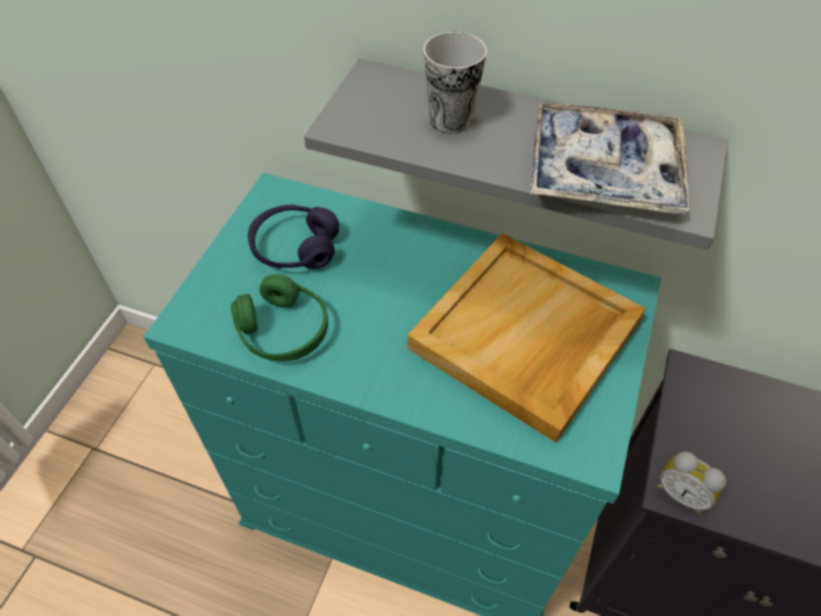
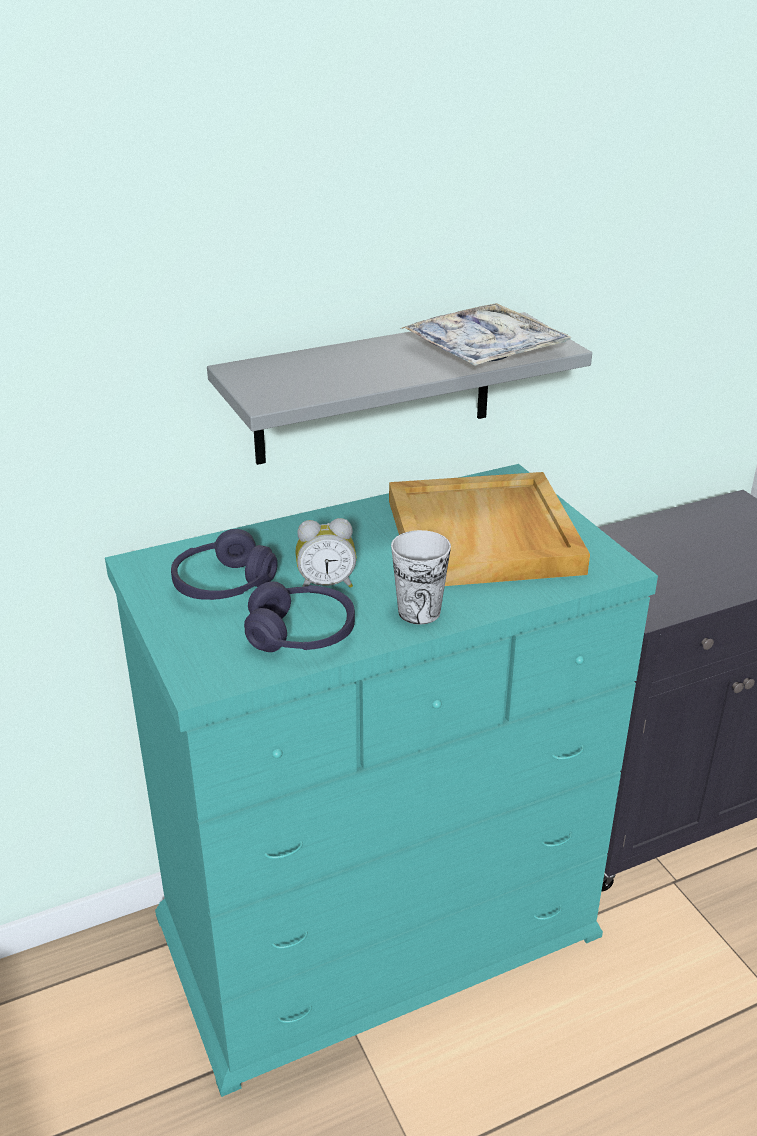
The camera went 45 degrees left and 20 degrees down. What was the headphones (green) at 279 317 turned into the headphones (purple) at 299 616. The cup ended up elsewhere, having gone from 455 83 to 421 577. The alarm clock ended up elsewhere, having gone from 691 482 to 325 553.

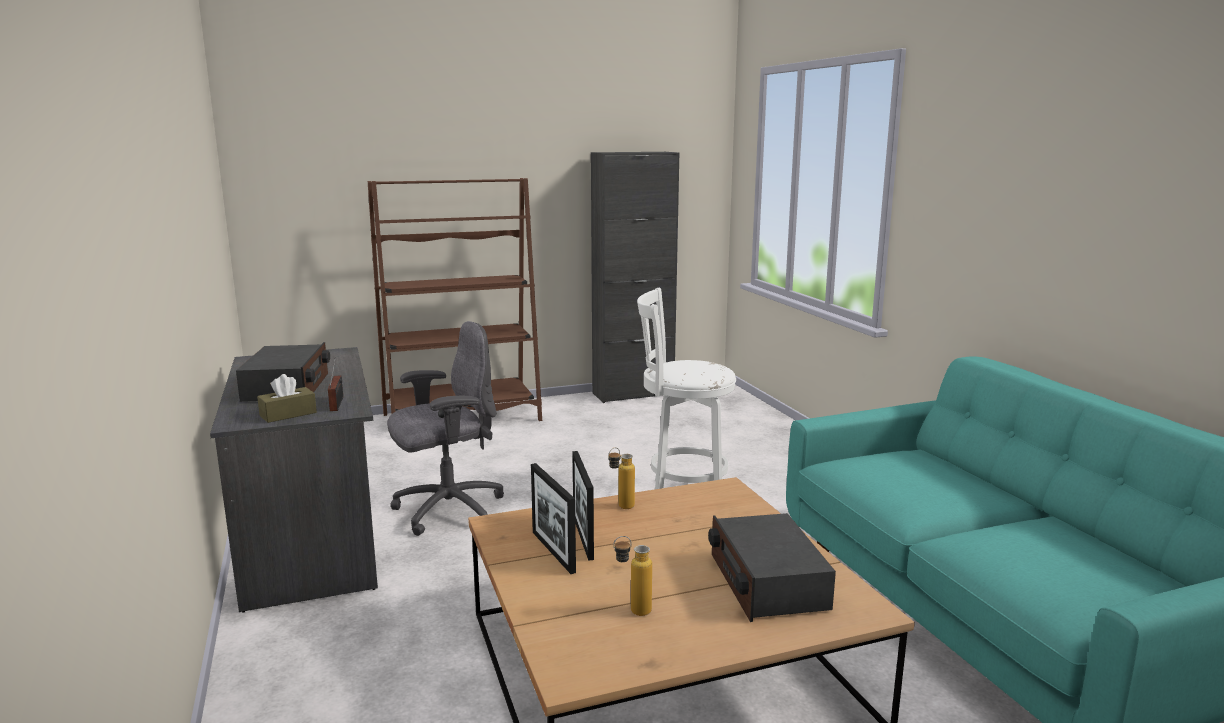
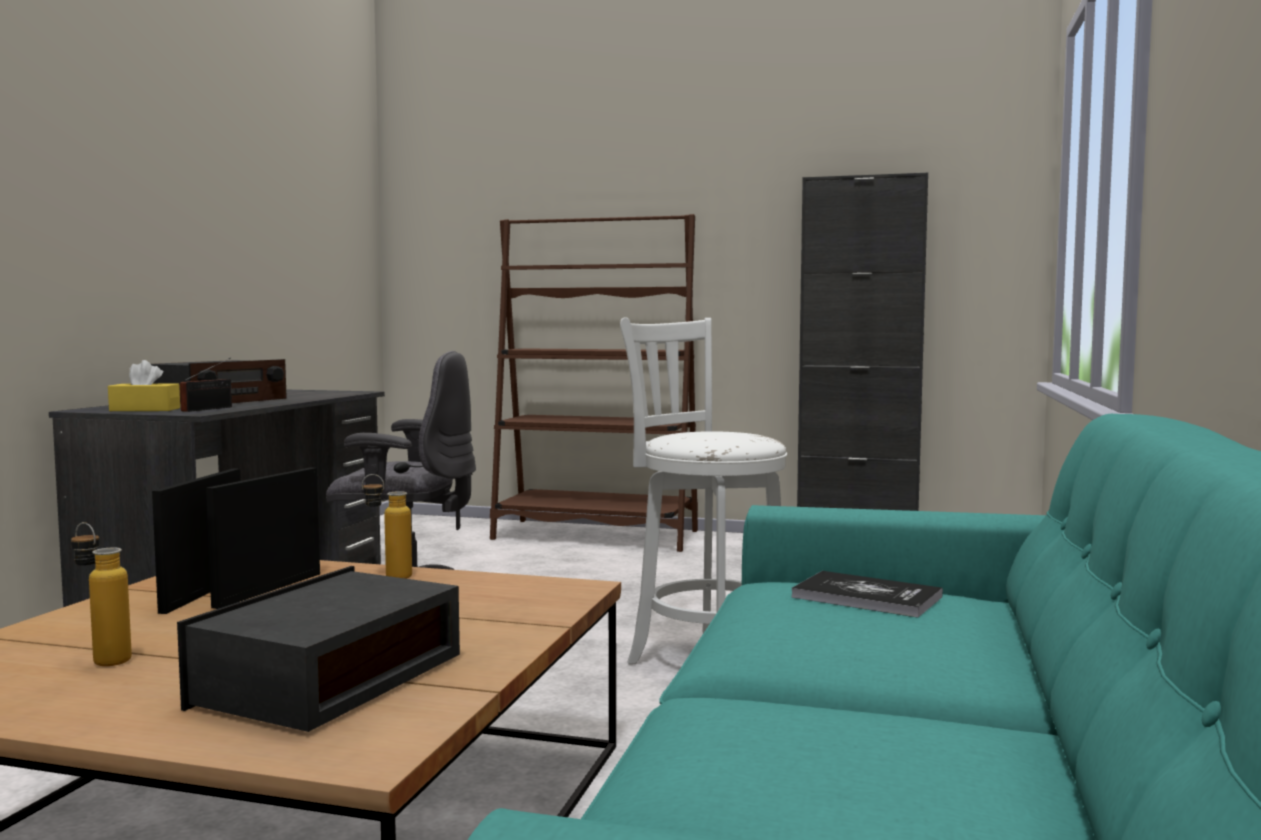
The camera went 35 degrees right and 10 degrees down. What was the tissue box (brown) at 287 398 turned into the tissue box (yellow) at 144 385. The second view gained the book at 867 594.

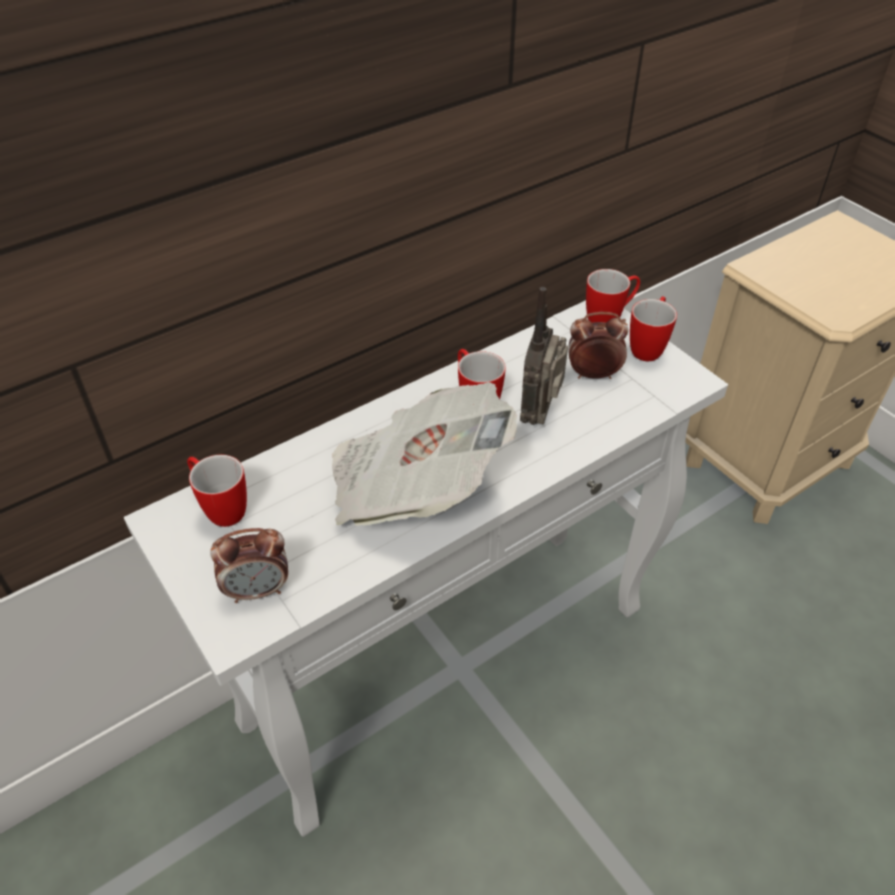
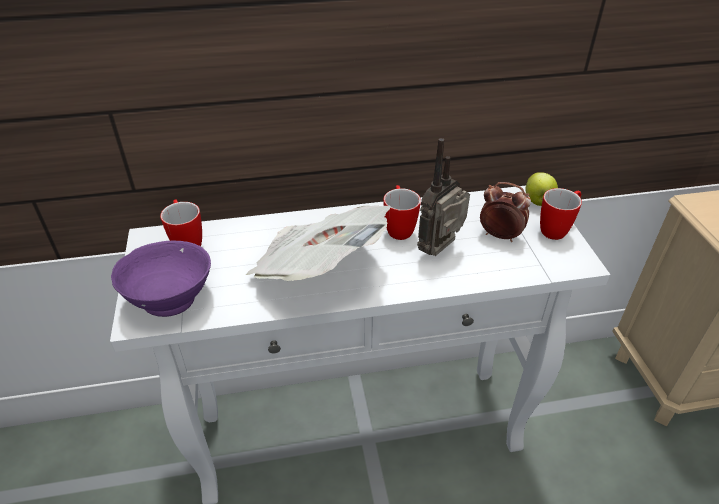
The camera went 25 degrees right and 5 degrees down. Where the alarm clock stood at 249 565, the bowl (purple) came to stand at 161 279. Where the mug stood at 613 296, the apple came to stand at 541 189.

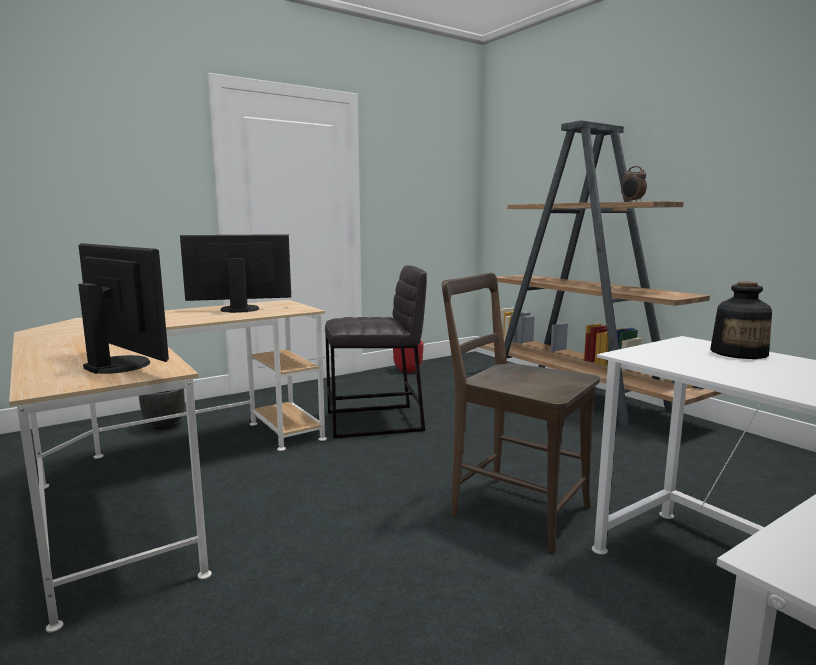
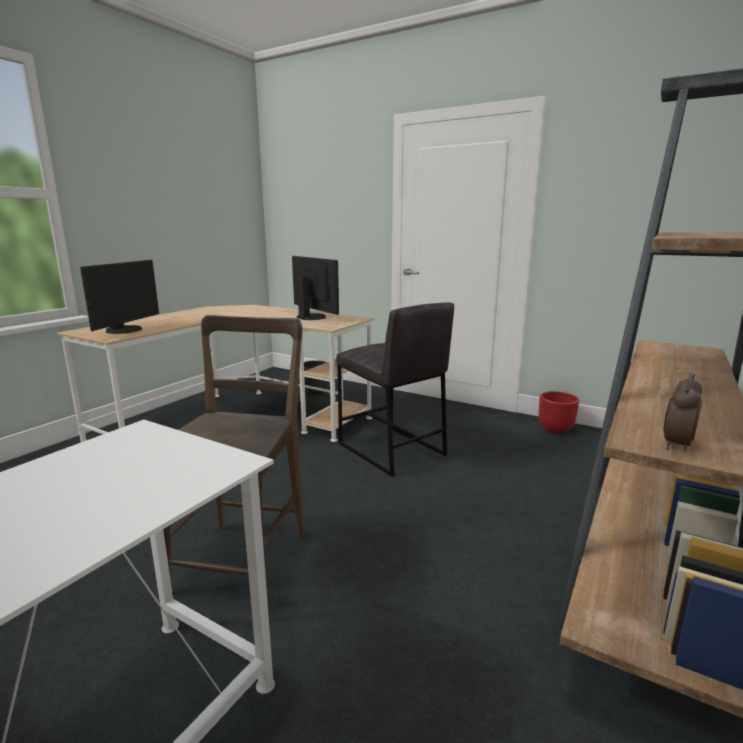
The camera went 65 degrees right and 5 degrees up. The alarm clock ended up elsewhere, having gone from 634 183 to 682 411. The second view lost the bottle at 741 320.

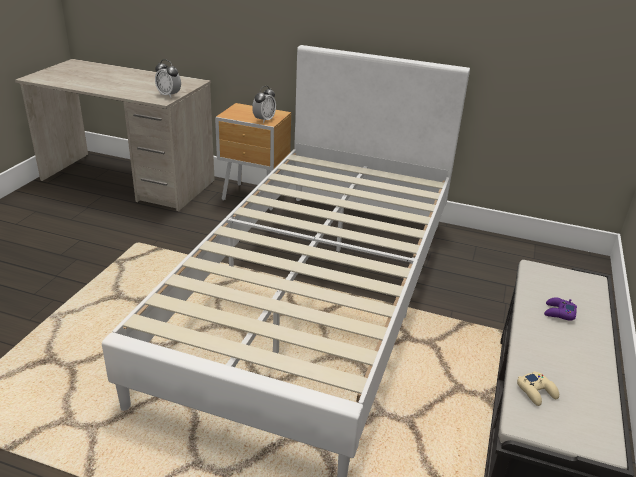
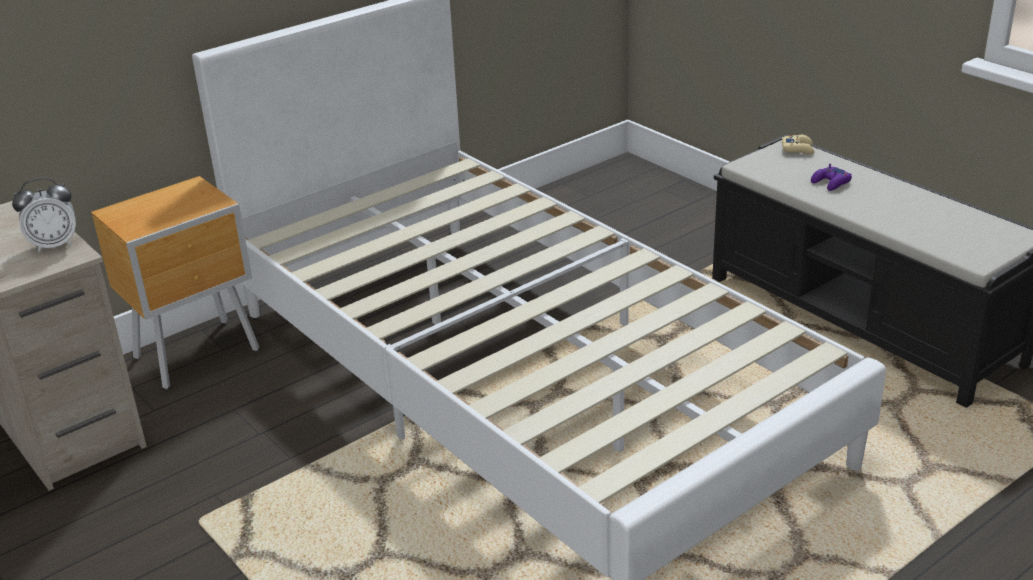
The camera went 55 degrees left and 0 degrees up. The second view lost the alarm clock at 264 104. The game controller (beige) ended up elsewhere, having gone from 538 388 to 798 144.

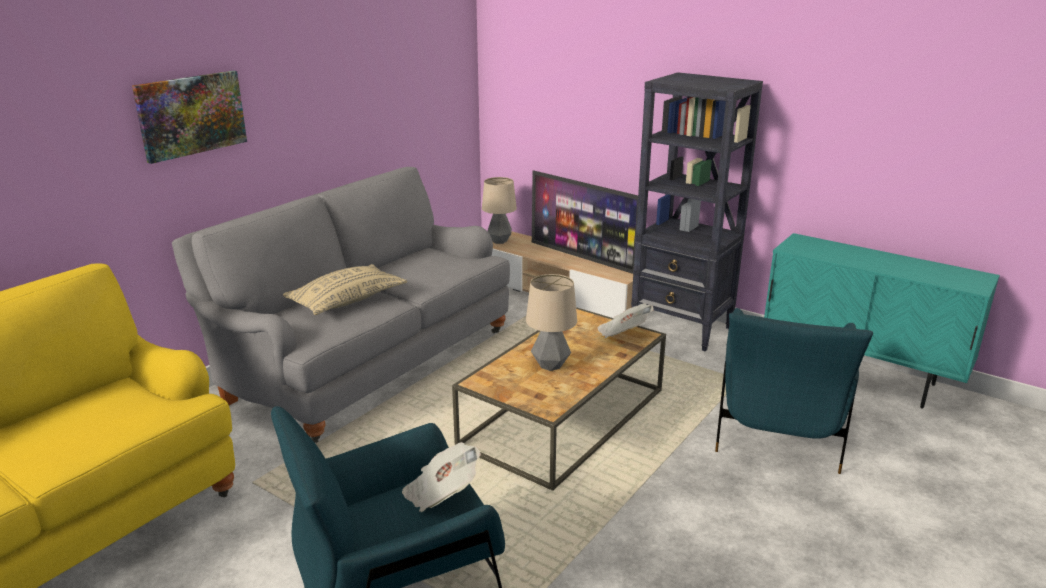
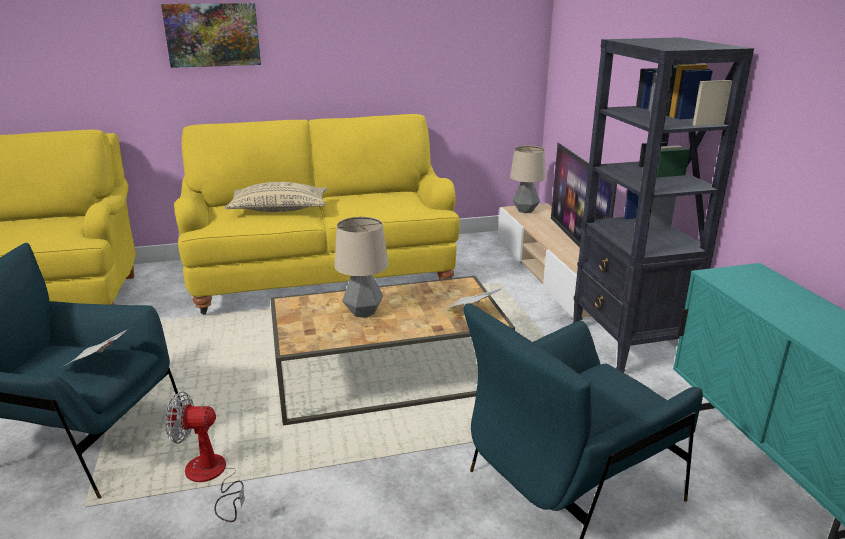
The camera went 40 degrees right and 0 degrees up. What was the sofa (grey) at 341 305 turned into the sofa (yellow) at 317 214. The second view gained the fan at 205 456.

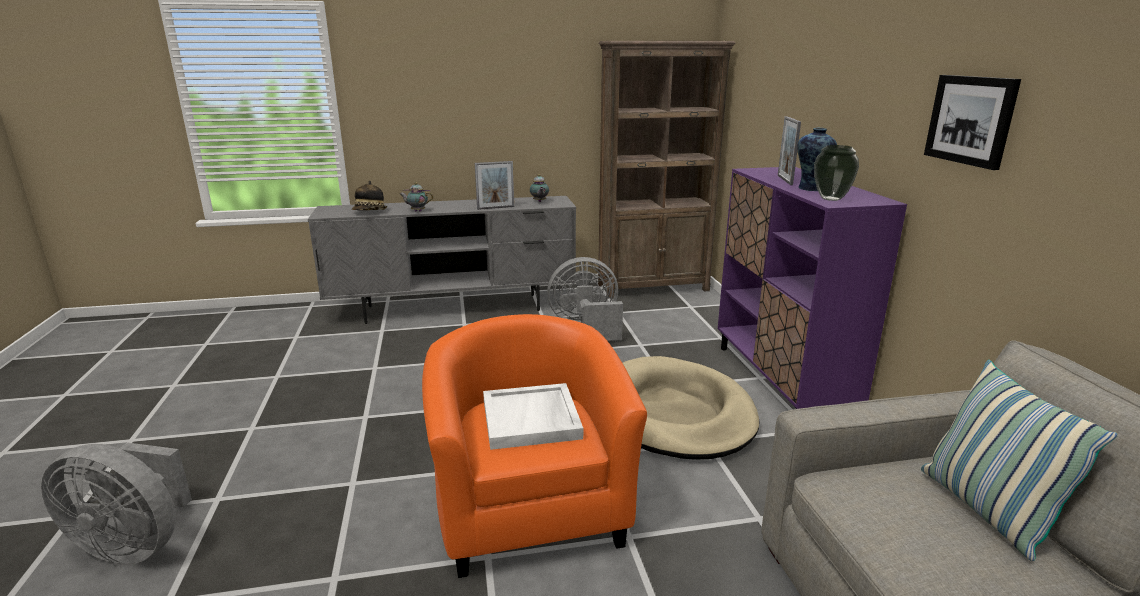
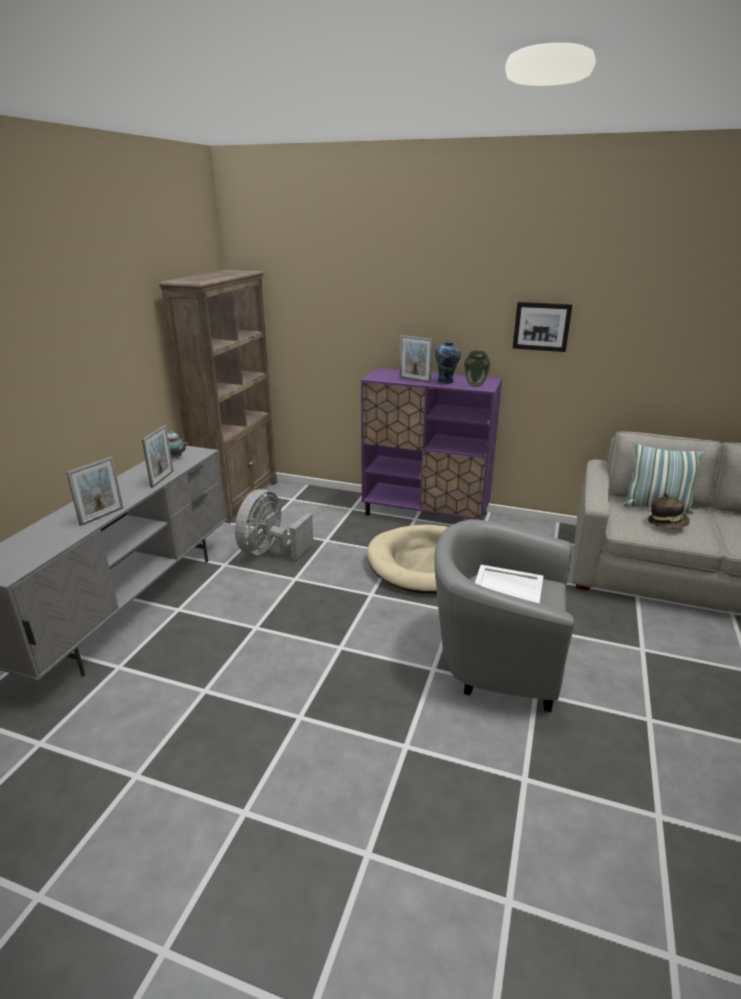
The camera went 60 degrees left and 5 degrees up. The second view lost the fan (grey) at 116 504. The hat ended up elsewhere, having gone from 369 195 to 669 510. Where the teapot stood at 416 197, the picture frame came to stand at 94 491. What was the armchair (orange) at 534 446 turned into the armchair (grey) at 504 615.

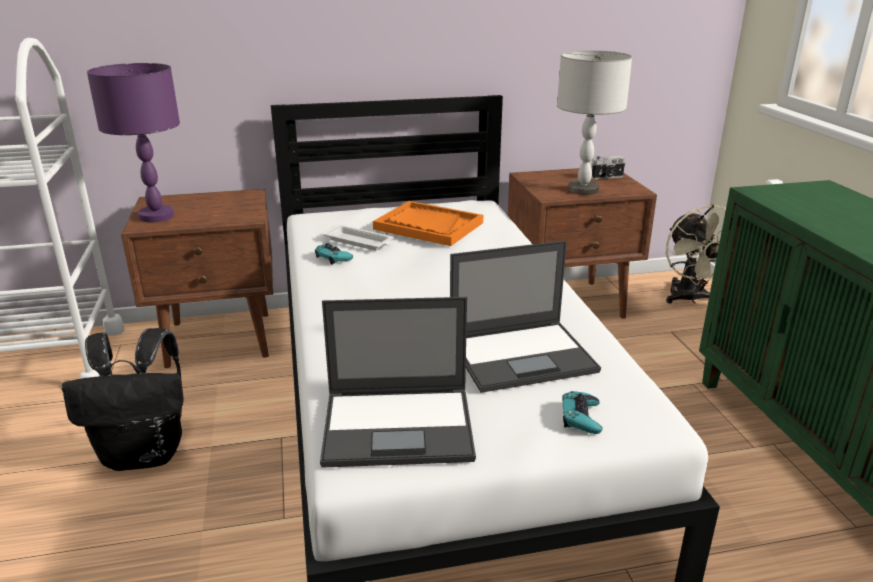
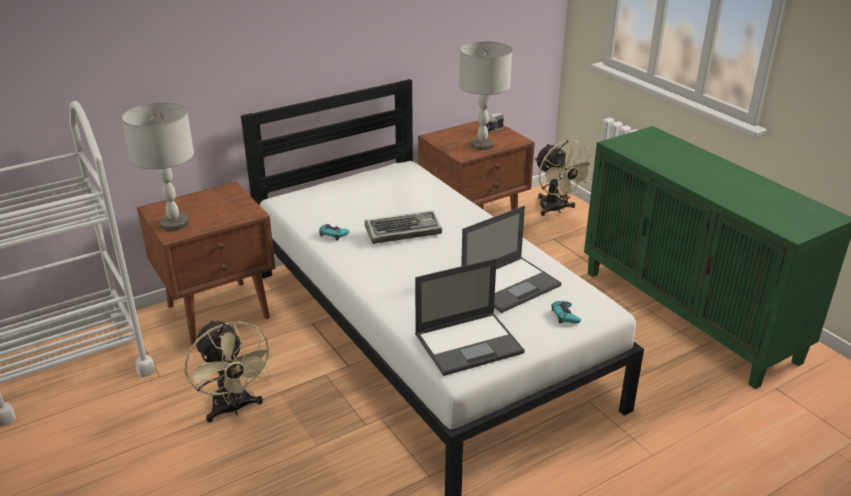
The camera went 20 degrees left and 5 degrees up. Where the backpack (black) stood at 123 399, the fan (beige) came to stand at 229 371. What was the table lamp (purple) at 133 142 turned into the table lamp (grey) at 157 166. The second view lost the tray (white) at 358 237. The second view lost the tray (orange) at 428 223. The second view gained the keyboard at 403 227.

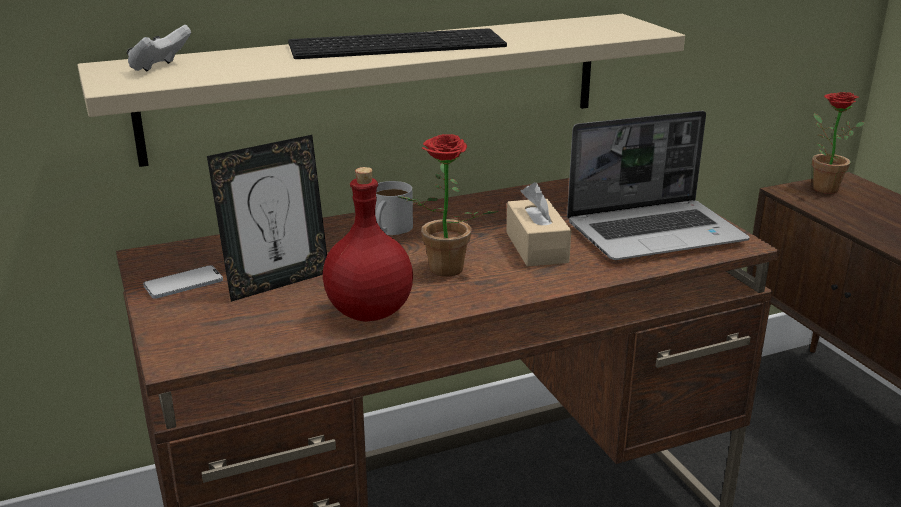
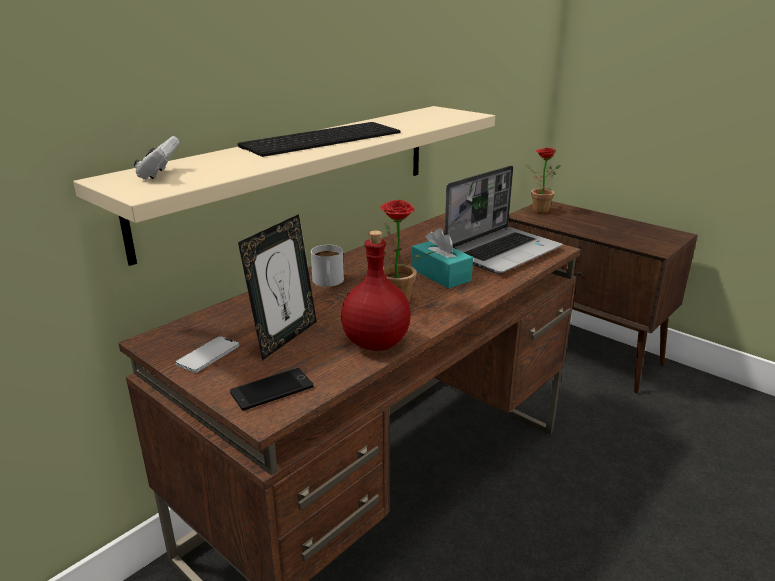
The camera went 25 degrees left and 0 degrees up. What was the tissue box (beige) at 538 224 turned into the tissue box (turquoise) at 442 258. The second view gained the phone at 272 389.

